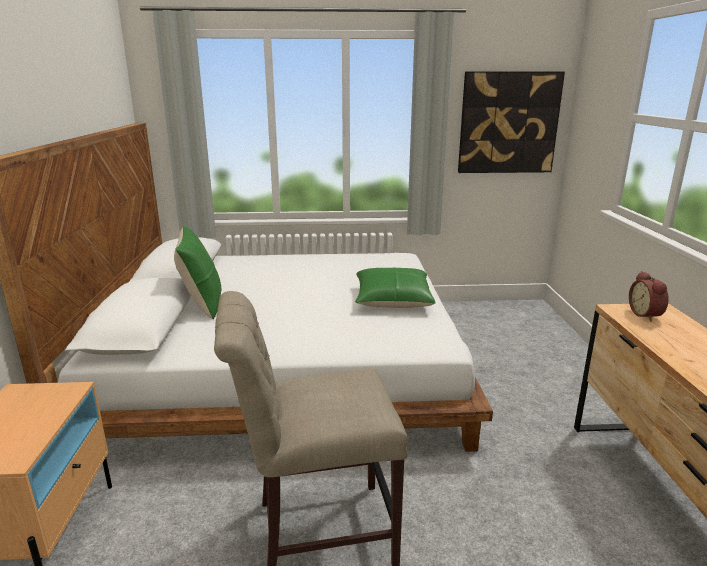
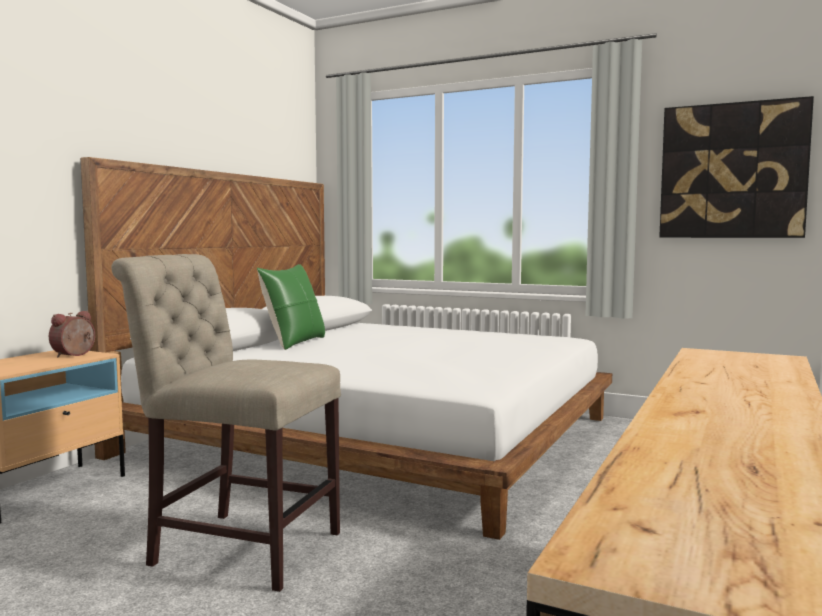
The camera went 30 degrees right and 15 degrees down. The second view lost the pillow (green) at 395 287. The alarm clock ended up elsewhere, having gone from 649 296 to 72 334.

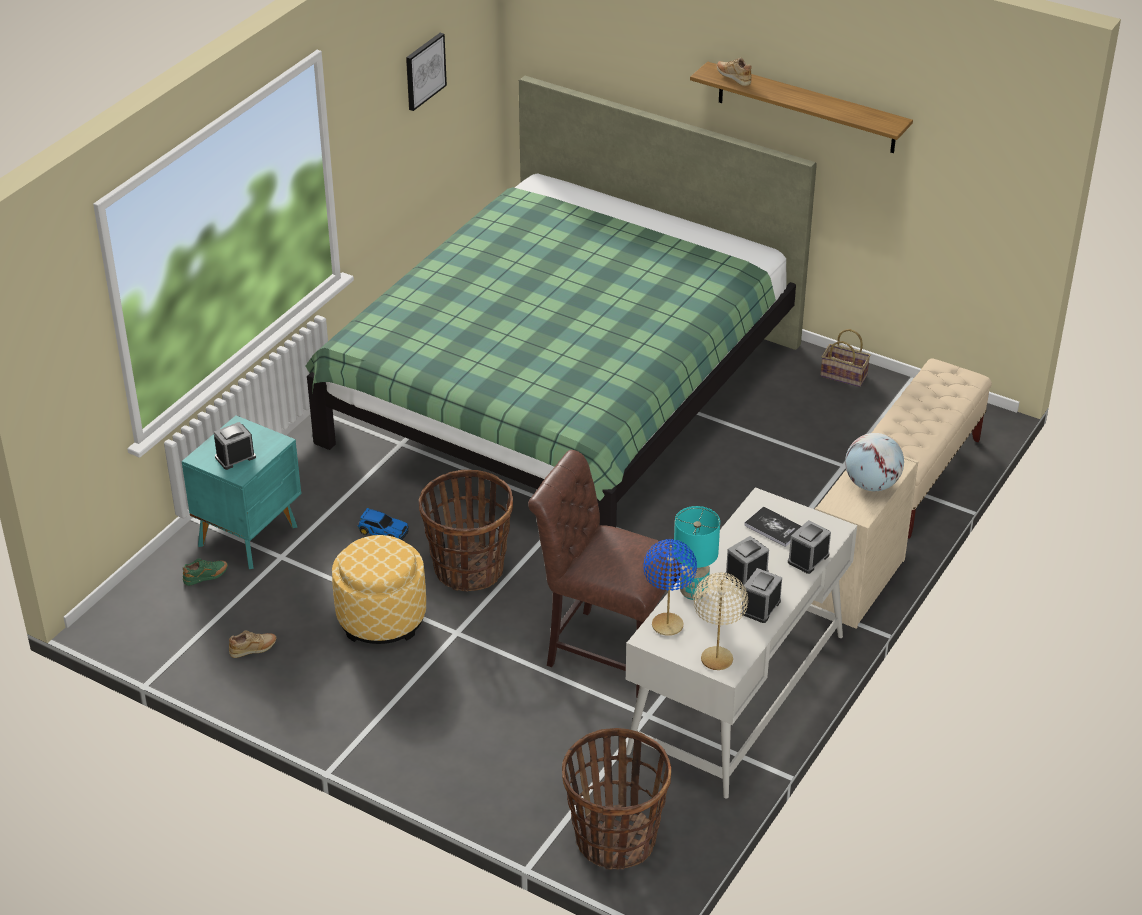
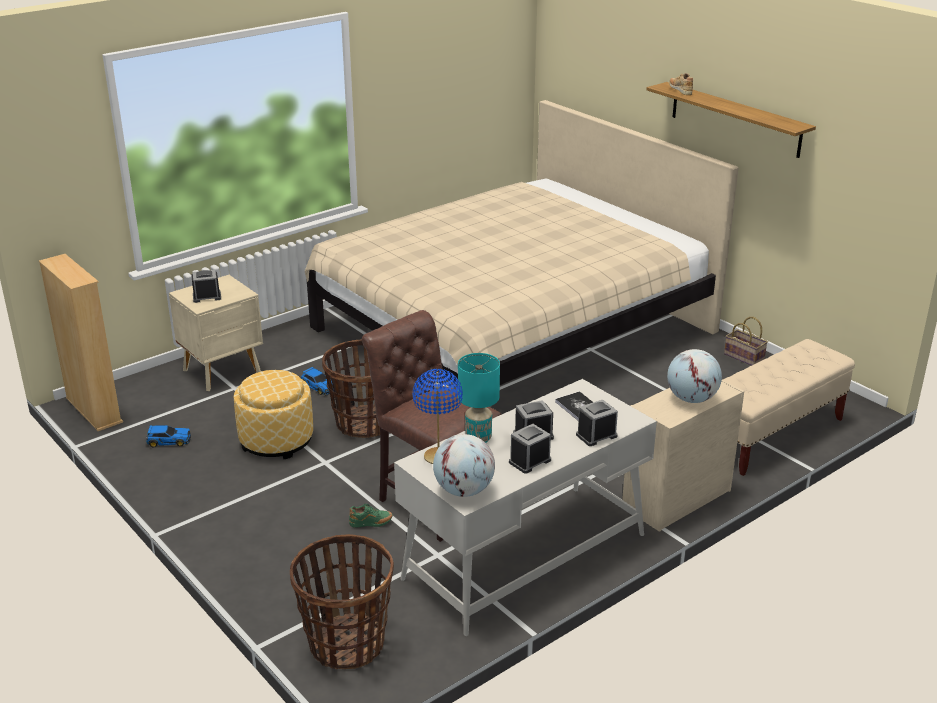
The camera went 20 degrees right and 10 degrees down. What was the nightstand (turquoise) at 242 492 turned into the nightstand (beige) at 216 333. The shoe (green) ended up elsewhere, having gone from 205 572 to 371 516. Where the shoe (beige) stood at 252 644, the toy car came to stand at 168 436. What was the bed (green) at 561 301 turned into the bed (beige) at 521 243. The second view lost the picture at 426 72. Where the table lamp (beige) stood at 720 621, the globe came to stand at 464 465. The second view gained the bookcase (beige) at 81 342.

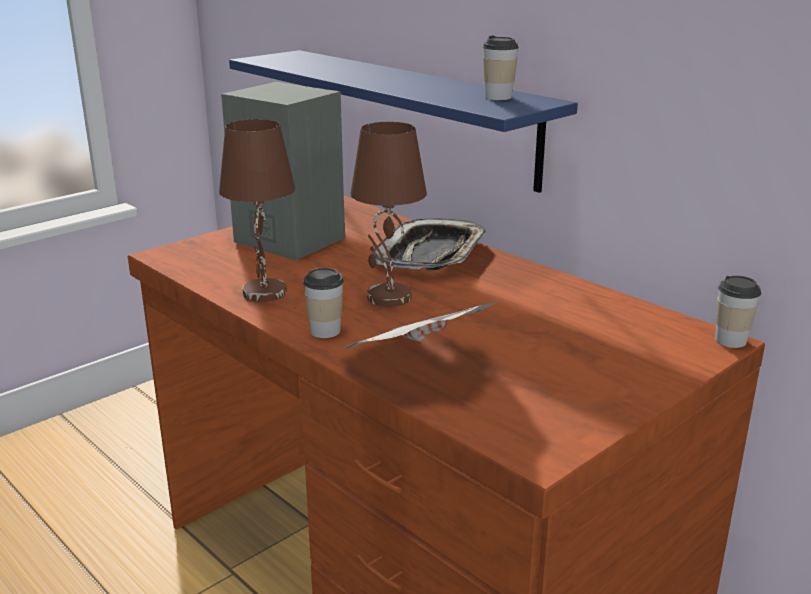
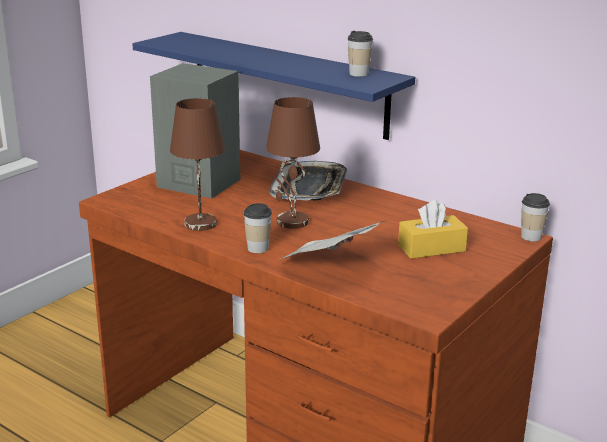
The camera went 10 degrees left and 0 degrees up. The second view gained the tissue box (yellow) at 433 229.

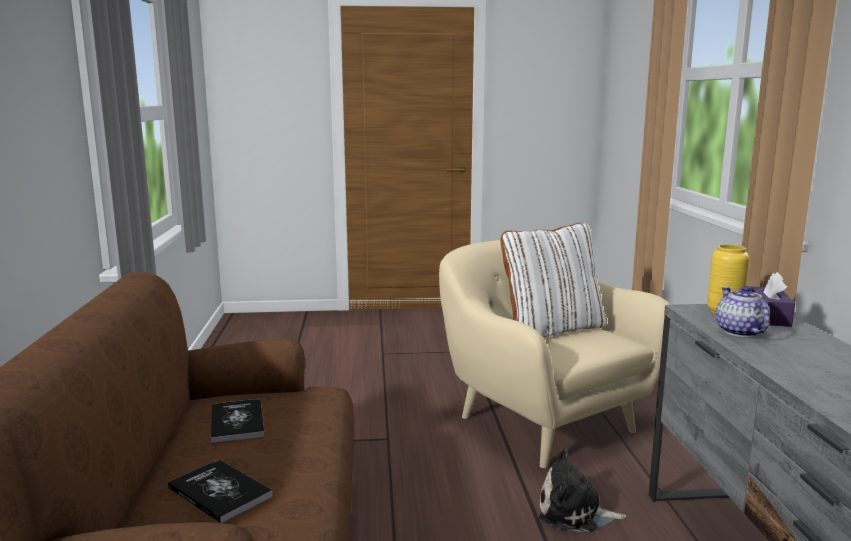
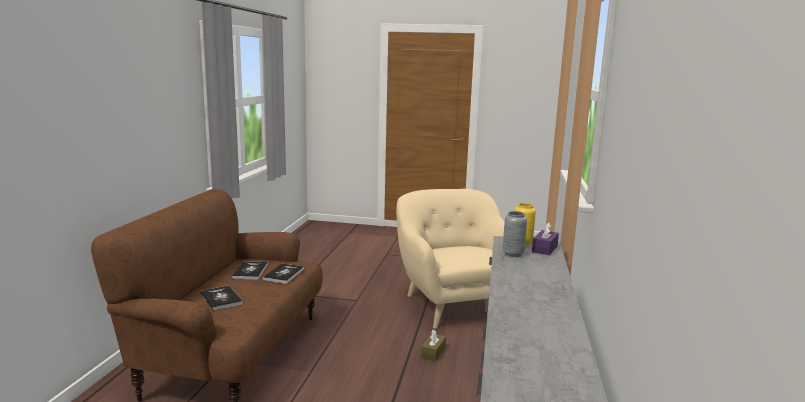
The camera went 15 degrees right and 0 degrees up. The second view lost the pillow (white) at 554 280. Where the plush toy stood at 582 490, the tissue box (brown) came to stand at 433 345. Where the teapot stood at 743 311, the vase (grey) came to stand at 514 234. The second view gained the book at 283 274.

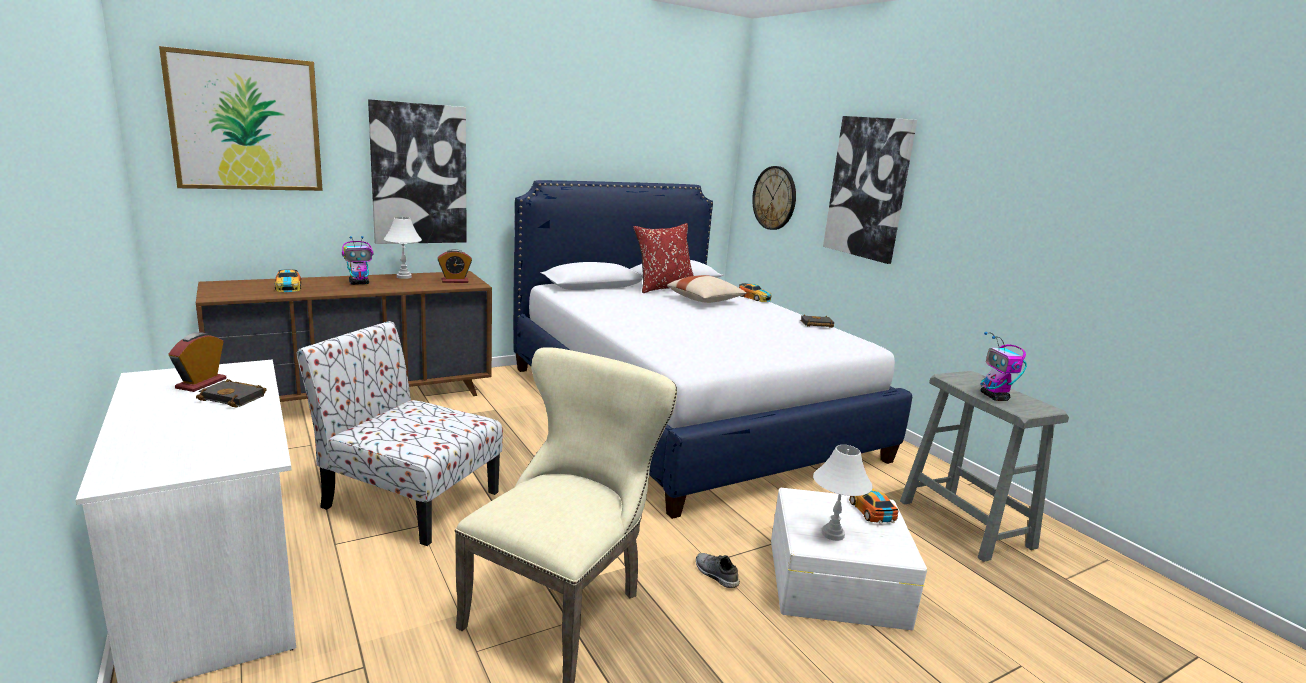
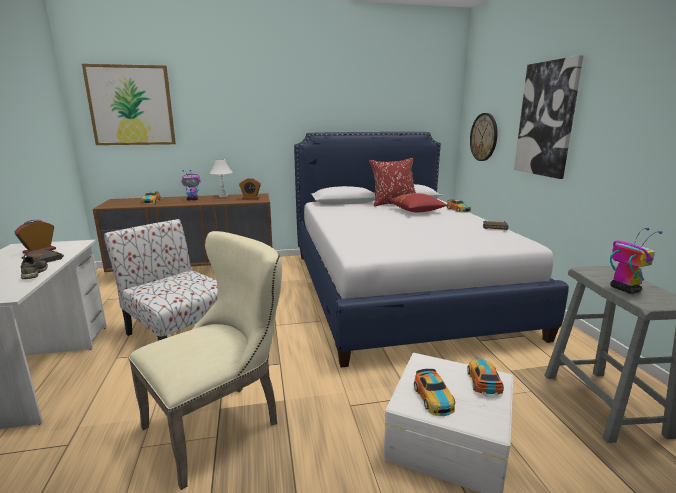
The camera went 20 degrees right and 0 degrees up. The second view lost the picture at 417 171. What was the pillow (beige) at 707 289 turned into the pillow (red) at 418 202. The shoe (grey) ended up elsewhere, having gone from 718 570 to 34 267. Where the table lamp (white) stood at 843 493, the toy car came to stand at 434 392. The toy robot at 1003 366 ended up facing another way, 150 degrees clockwise from before.

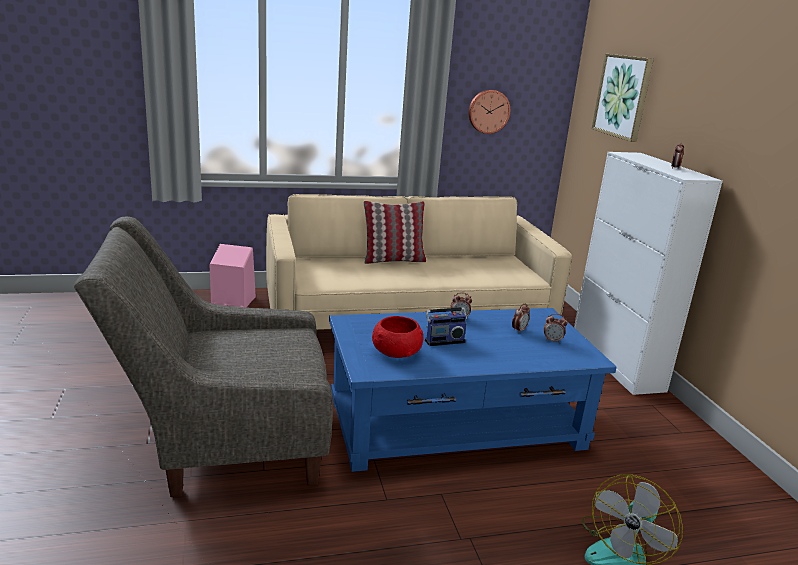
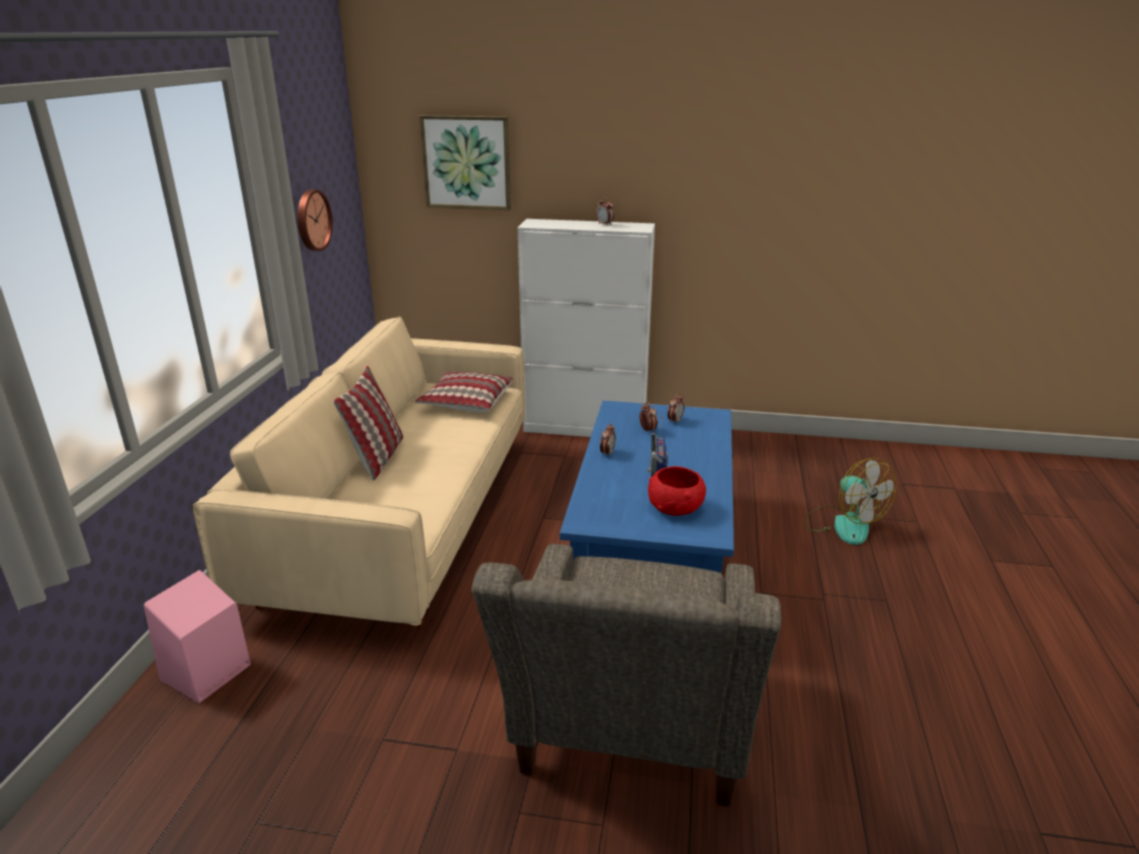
The camera went 65 degrees left and 5 degrees up. The second view gained the pillow at 464 391.

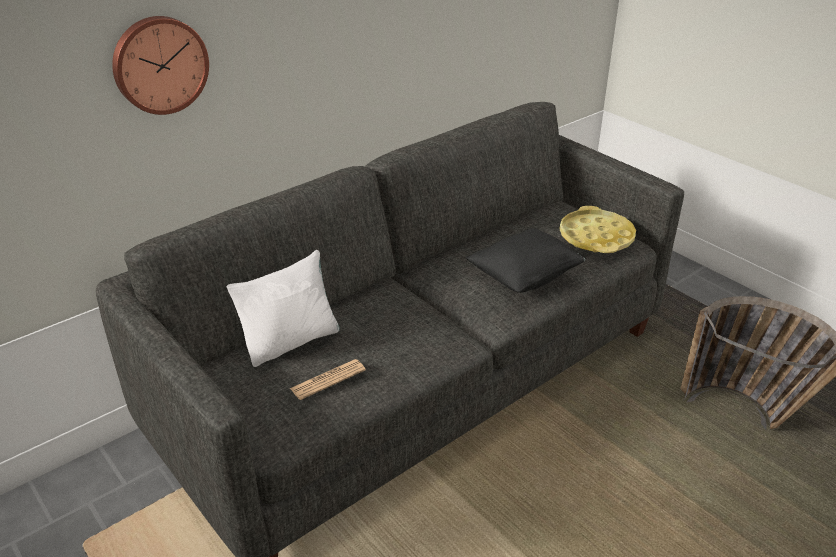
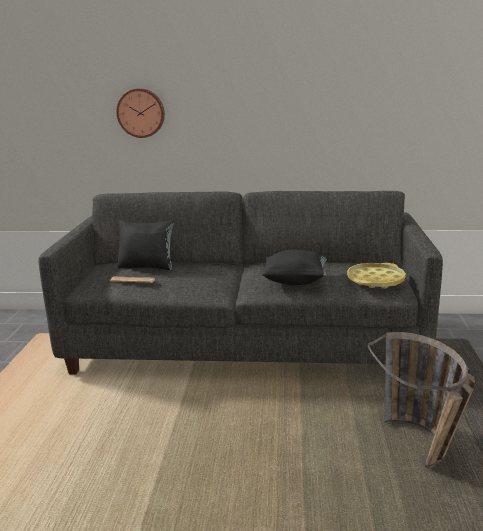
The camera went 45 degrees right and 15 degrees down. What was the pillow (white) at 283 308 turned into the pillow (black) at 146 245.

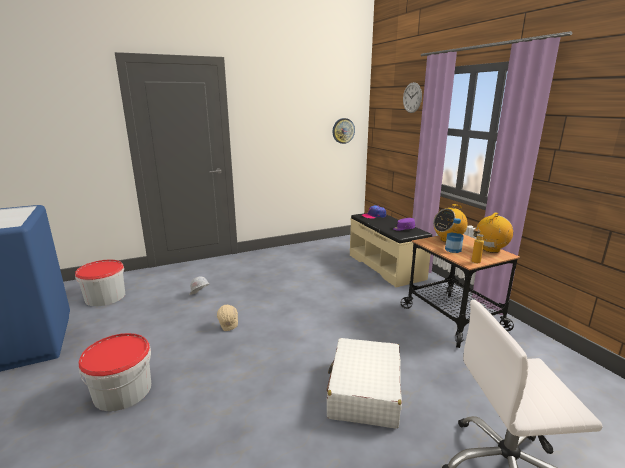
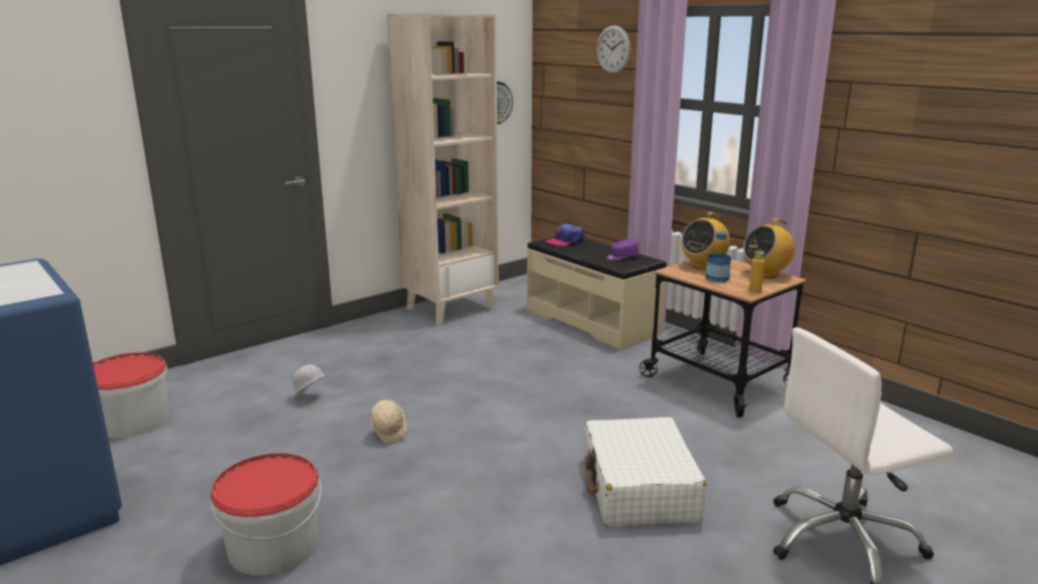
The camera went 15 degrees left and 0 degrees up. The radio at 494 232 ended up facing another way, 150 degrees counterclockwise from before. The second view gained the bookcase (beige) at 443 169.

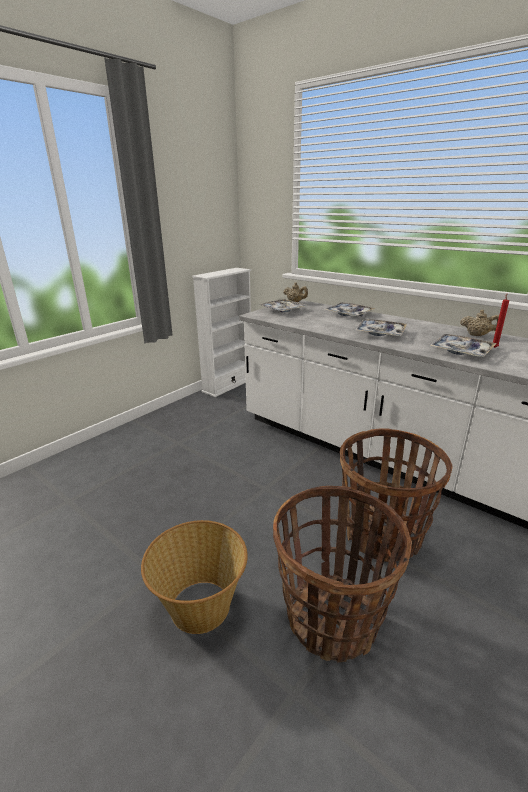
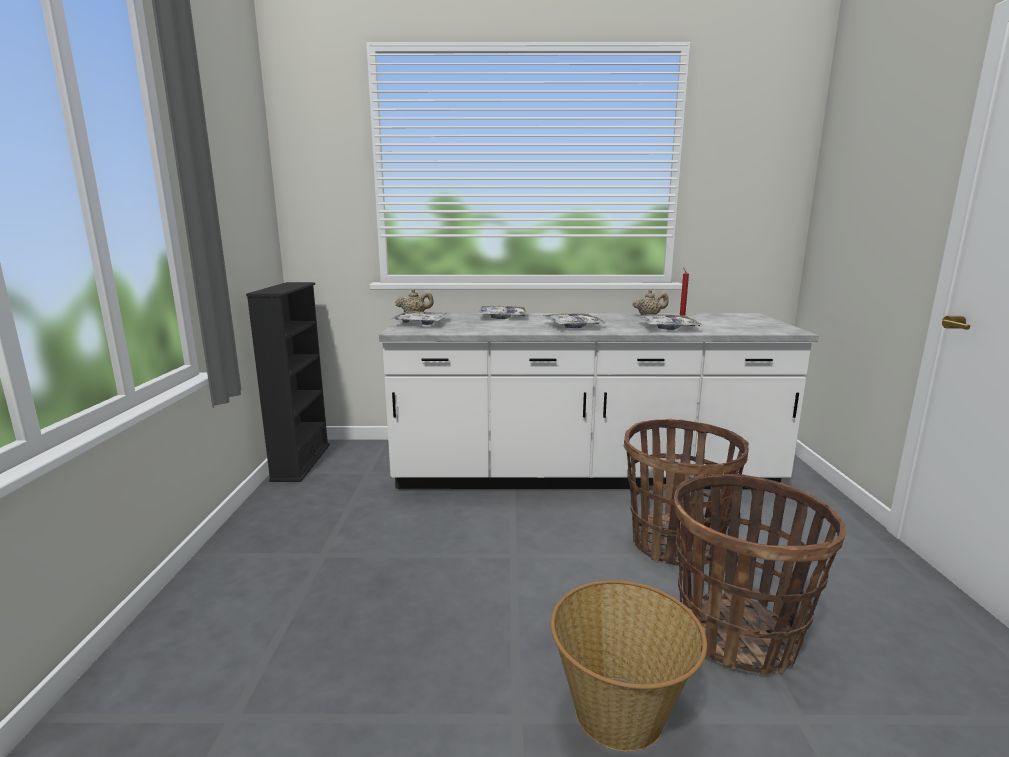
The camera went 40 degrees left and 10 degrees down. What was the bookcase (white) at 221 332 turned into the bookcase (black) at 288 382.

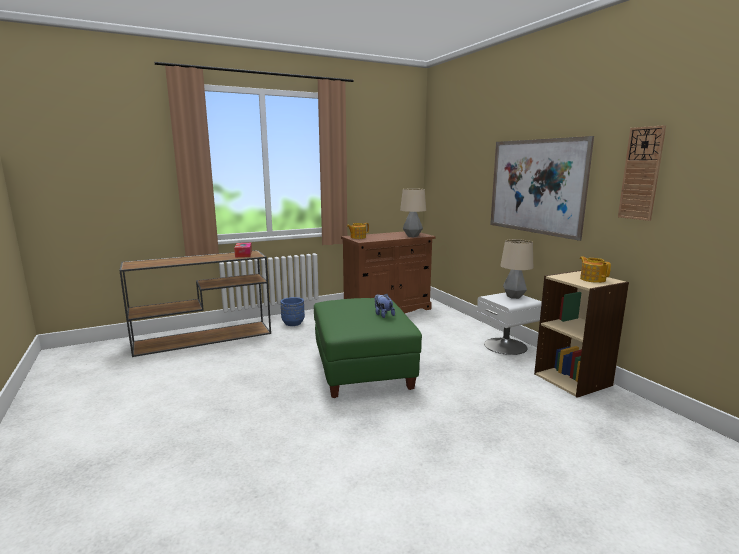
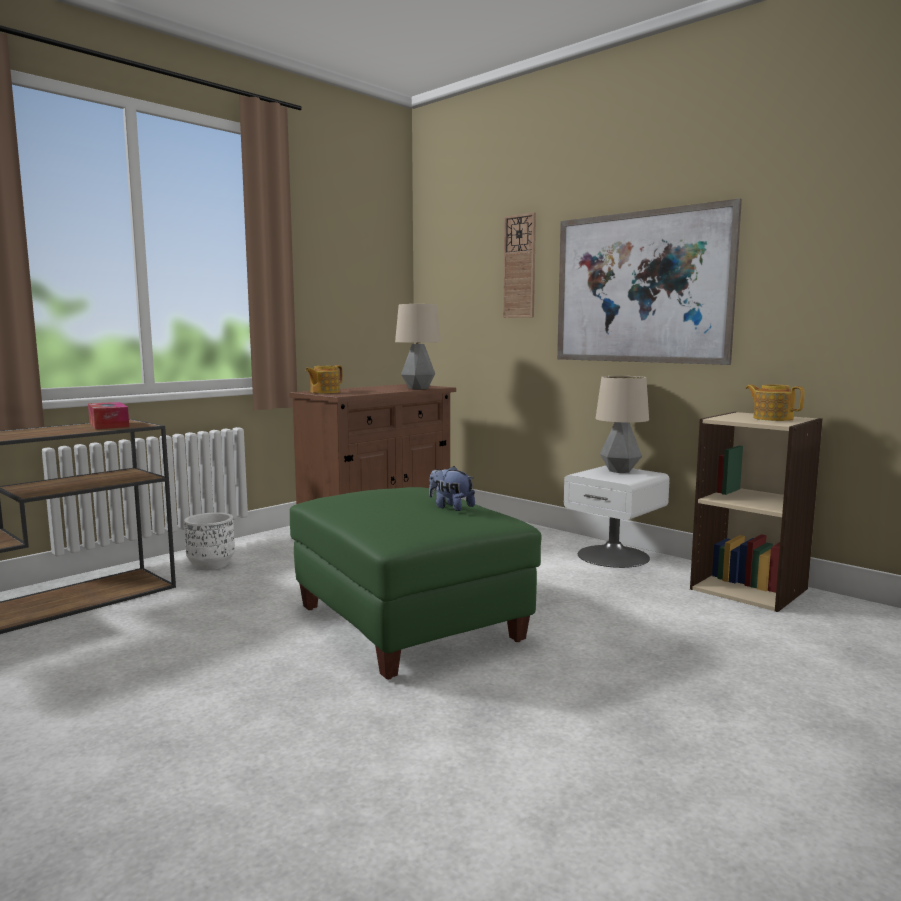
The camera went 20 degrees left and 5 degrees down. What was the planter (blue) at 293 311 turned into the planter (white) at 209 541. The wall clock ended up elsewhere, having gone from 642 173 to 519 265.

